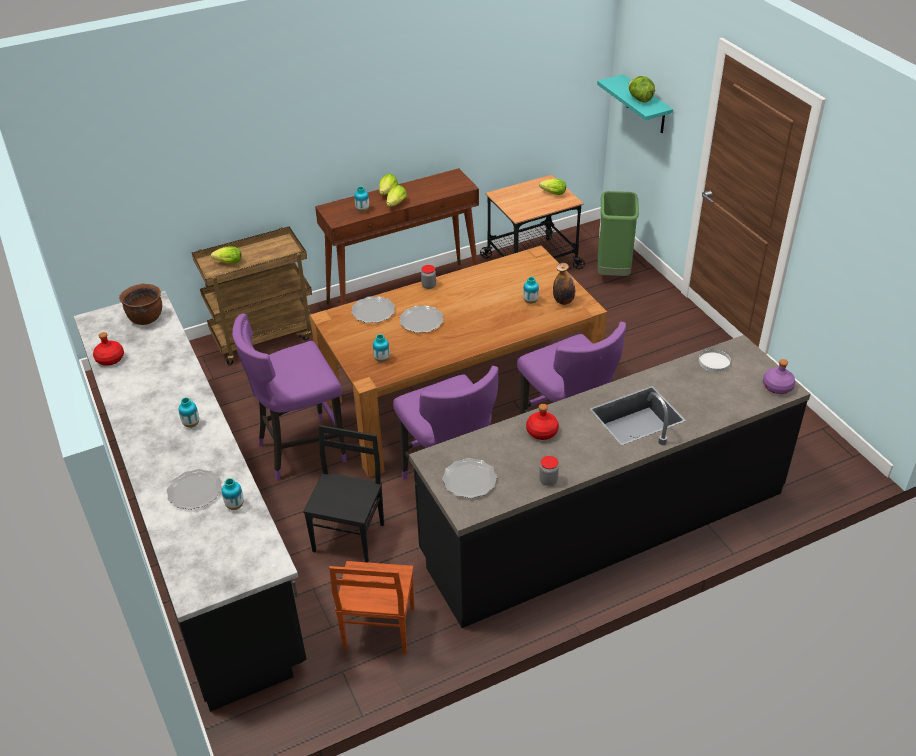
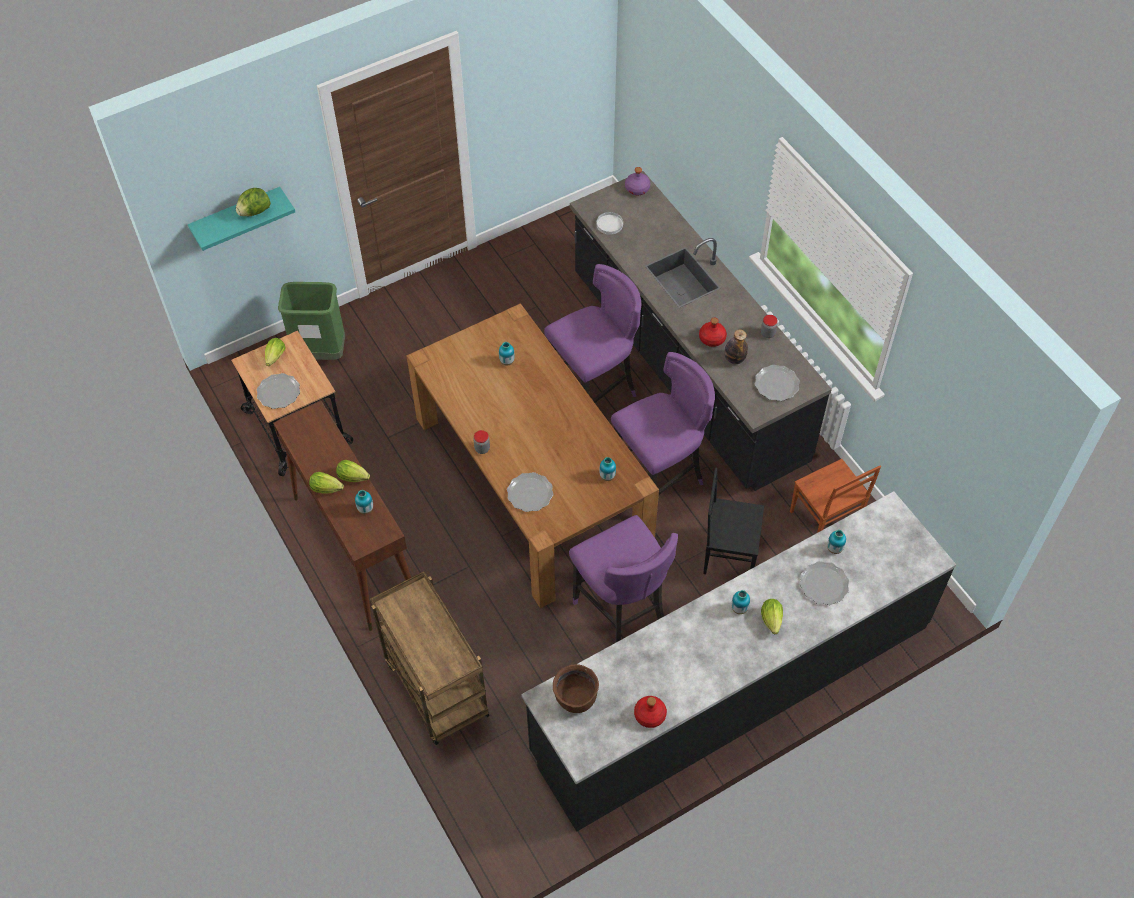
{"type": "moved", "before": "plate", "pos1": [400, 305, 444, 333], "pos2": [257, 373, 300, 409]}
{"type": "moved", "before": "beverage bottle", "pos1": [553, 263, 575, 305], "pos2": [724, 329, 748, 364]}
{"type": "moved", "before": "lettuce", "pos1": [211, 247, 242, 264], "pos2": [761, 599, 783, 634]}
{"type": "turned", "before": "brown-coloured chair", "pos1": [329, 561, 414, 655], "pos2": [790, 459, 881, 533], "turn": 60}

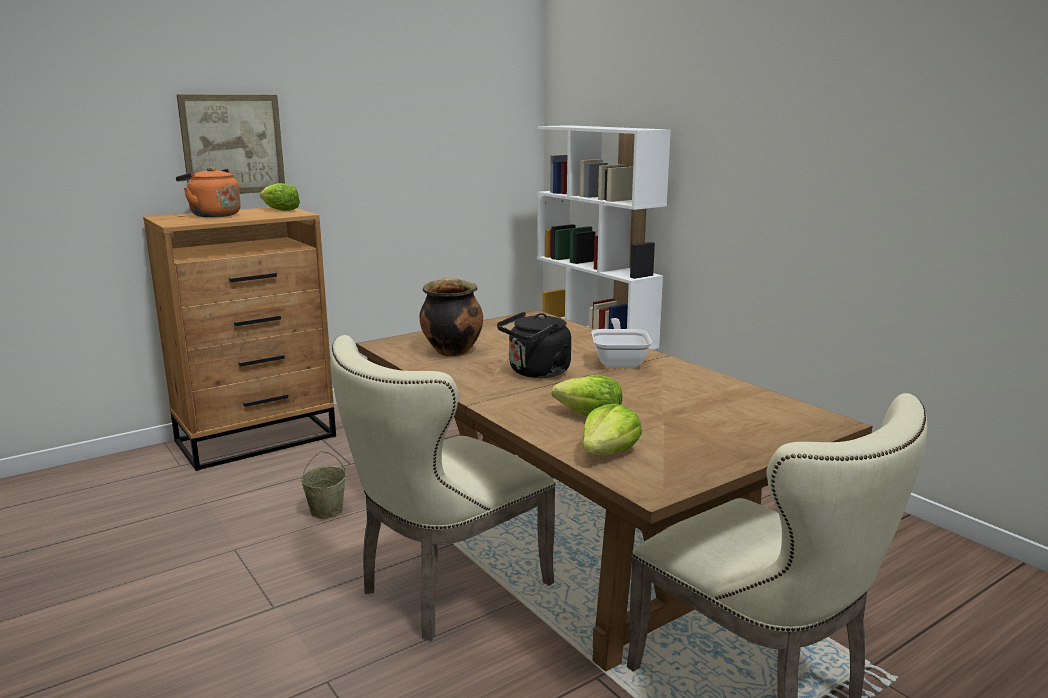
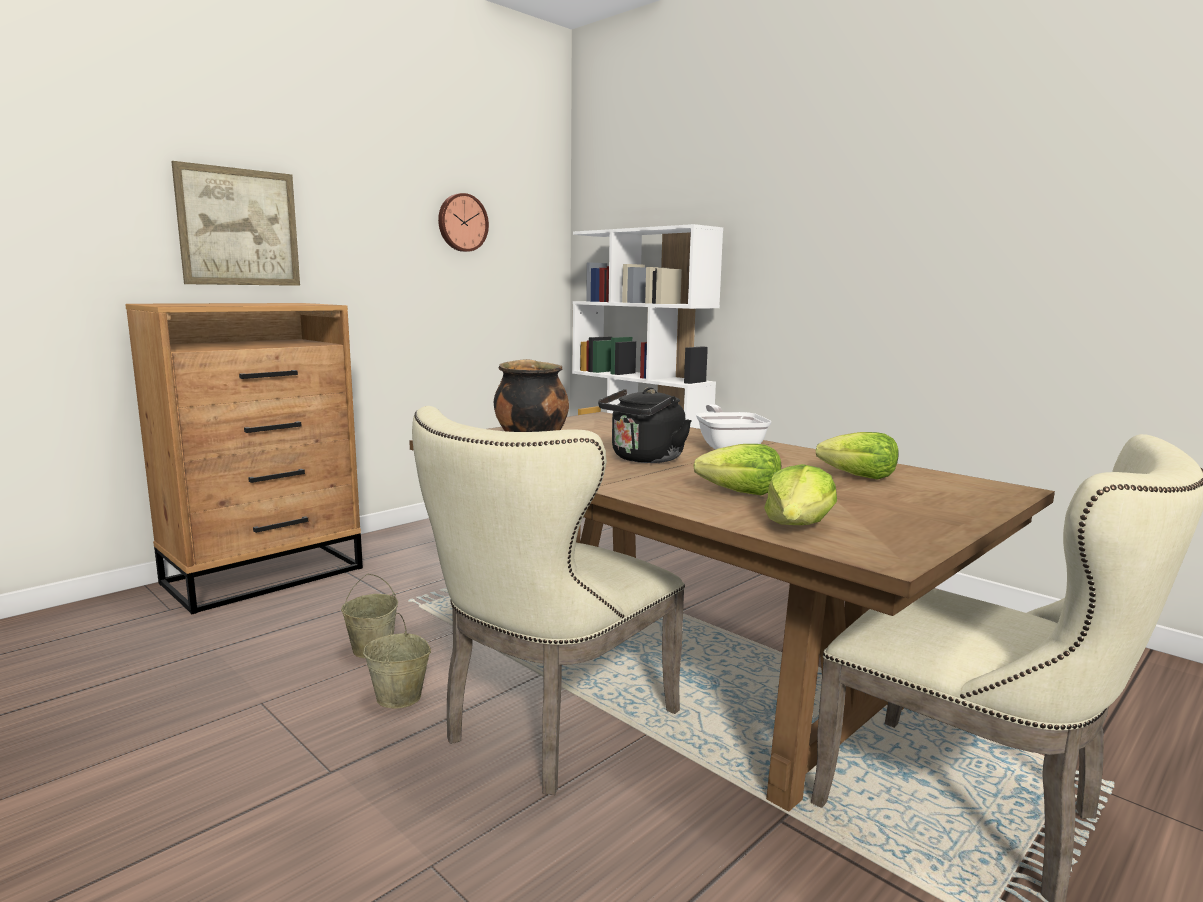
{"type": "added", "after": "beige bucket", "pos2": [363, 612, 431, 708]}
{"type": "added", "after": "hanging clock", "pos2": [438, 193, 489, 252]}
{"type": "moved", "before": "lettuce", "pos1": [260, 183, 300, 211], "pos2": [816, 432, 899, 479]}
{"type": "removed", "before": "orange kettle", "pos1": [176, 167, 241, 217]}

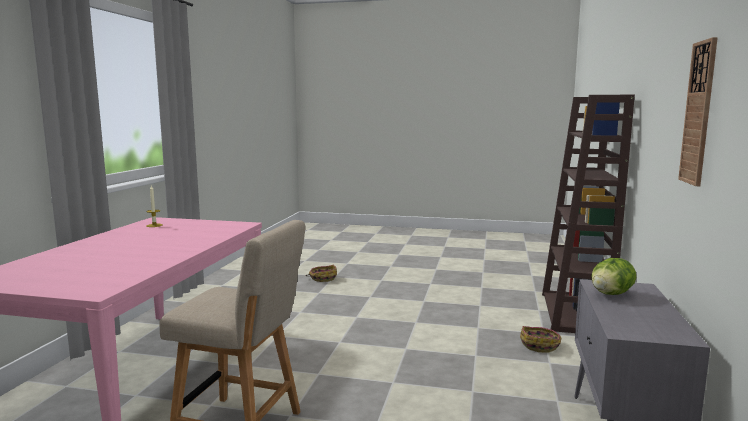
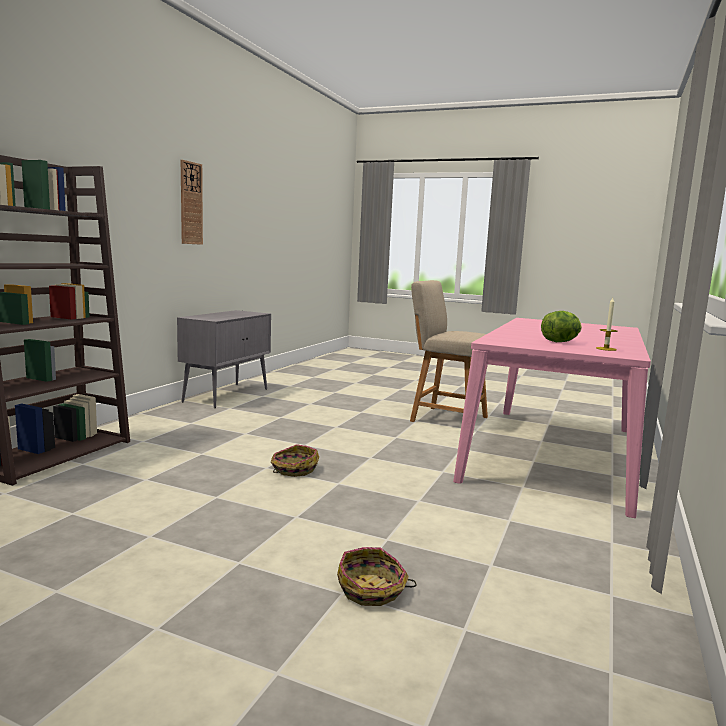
{"type": "moved", "before": "household basket", "pos1": [520, 326, 561, 353], "pos2": [271, 444, 319, 477]}
{"type": "moved", "before": "lettuce", "pos1": [591, 258, 637, 295], "pos2": [541, 311, 582, 342]}

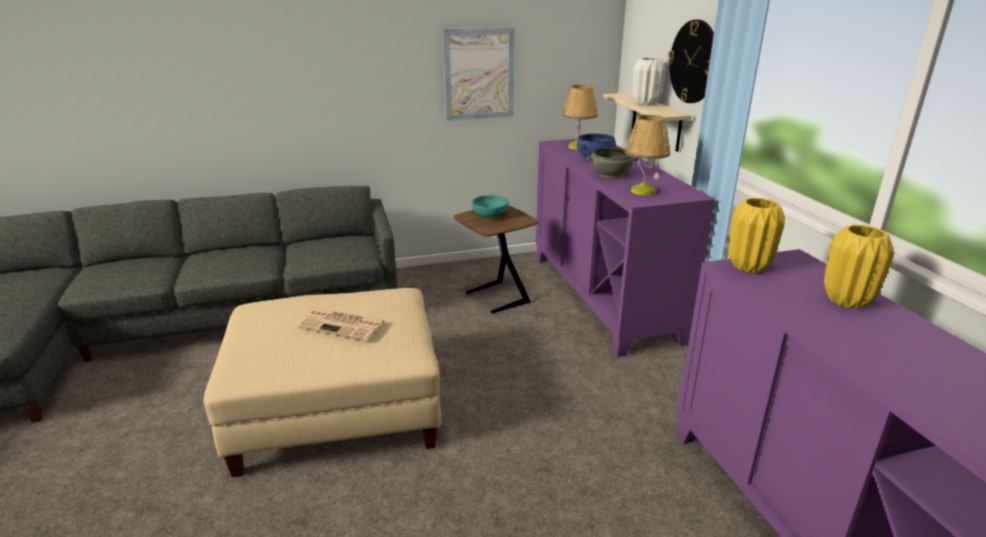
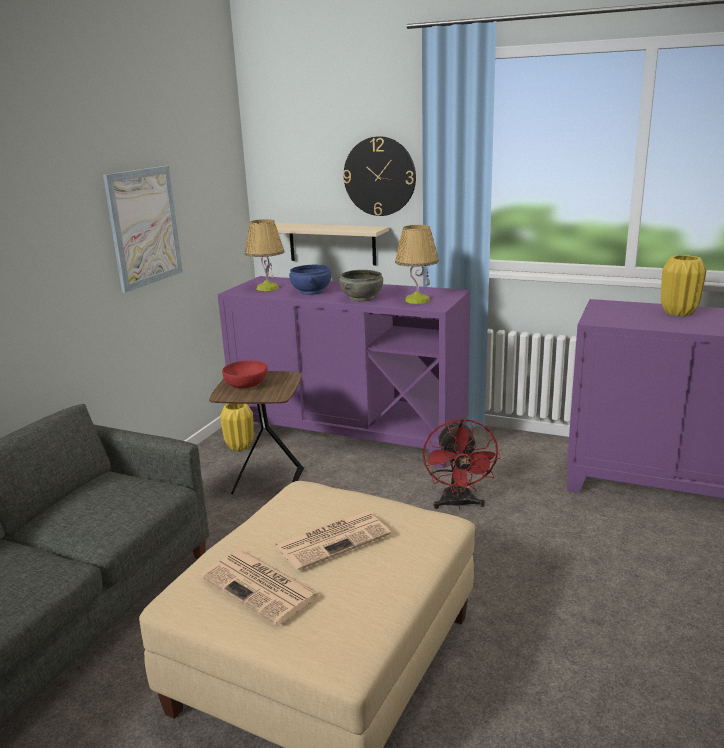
{"type": "added", "after": "daily paper", "pos2": [200, 550, 321, 625]}
{"type": "moved", "before": "yellowish decorative vase", "pos1": [728, 198, 785, 273], "pos2": [220, 403, 254, 451]}
{"type": "recoloured", "before": "blue-green bowl", "after": "red bowl", "pos1": [472, 195, 509, 218], "pos2": [222, 360, 268, 388]}
{"type": "added", "after": "red fan", "pos2": [423, 418, 501, 510]}
{"type": "removed", "before": "whitish decorative vase", "pos1": [633, 58, 665, 106]}

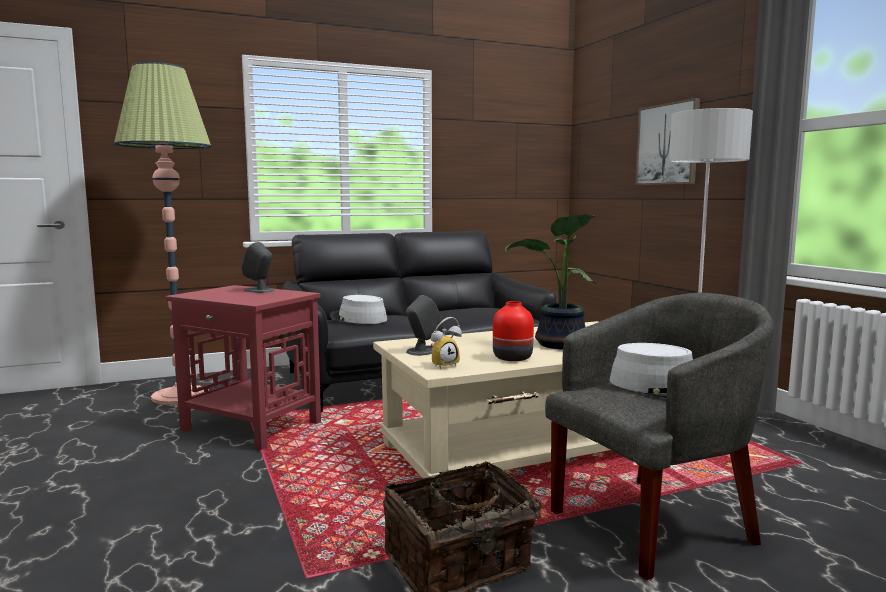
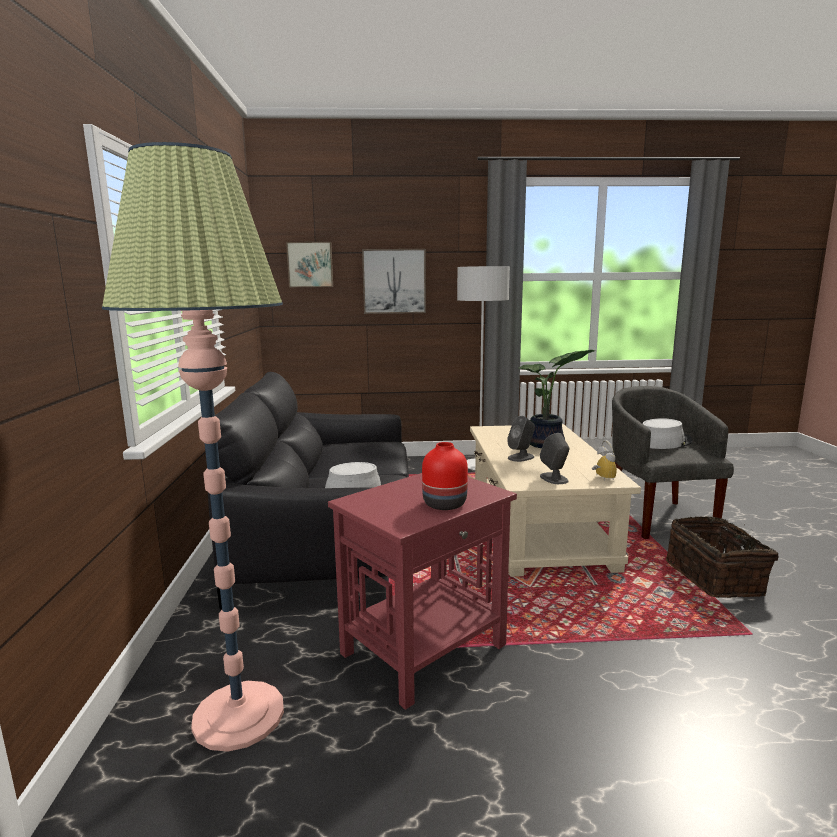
{"type": "added", "after": "wall art", "pos2": [286, 242, 333, 287]}
{"type": "moved", "before": "red decorative vase", "pos1": [493, 301, 534, 361], "pos2": [422, 442, 468, 510]}
{"type": "moved", "before": "greyish audio speaker", "pos1": [241, 242, 274, 293], "pos2": [507, 416, 535, 462]}

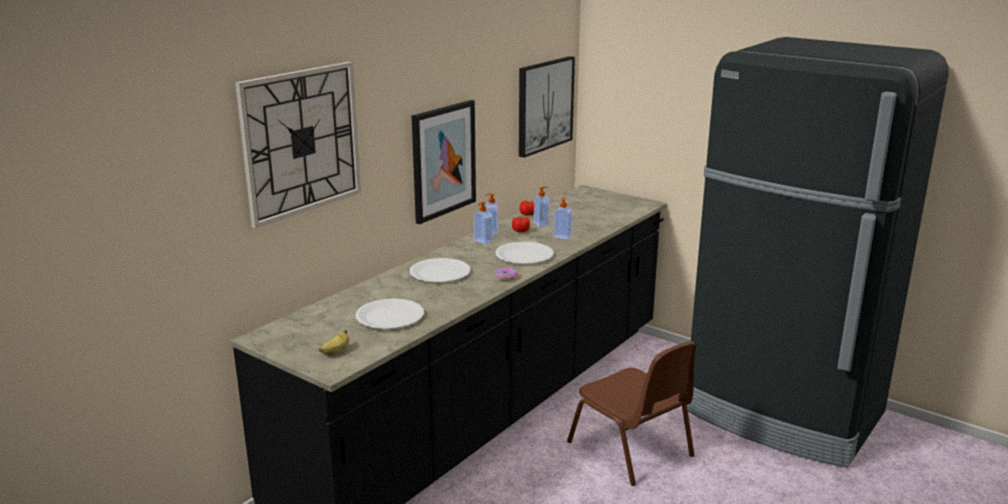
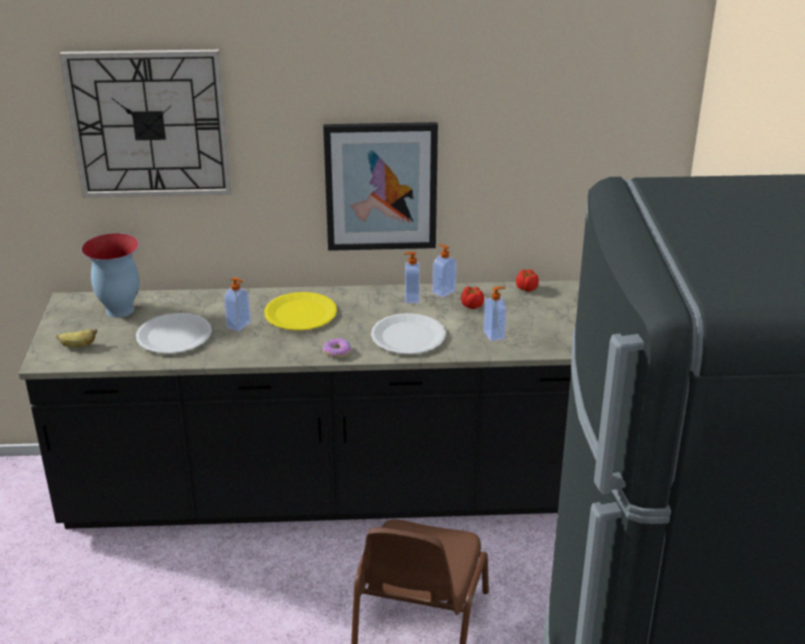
{"type": "added", "after": "decorative vase", "pos2": [81, 233, 139, 318]}
{"type": "moved", "before": "soap dispenser", "pos1": [534, 187, 549, 227], "pos2": [224, 277, 251, 332]}
{"type": "recoloured", "before": "whitish plate", "after": "yellowish plate", "pos1": [410, 258, 471, 283], "pos2": [264, 292, 337, 331]}
{"type": "removed", "before": "wall art", "pos1": [519, 56, 575, 158]}

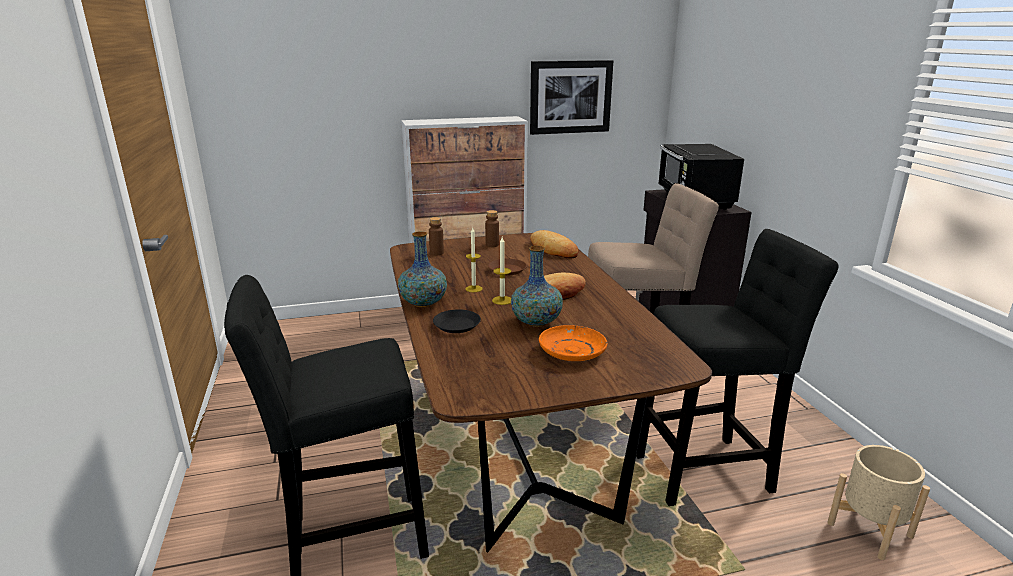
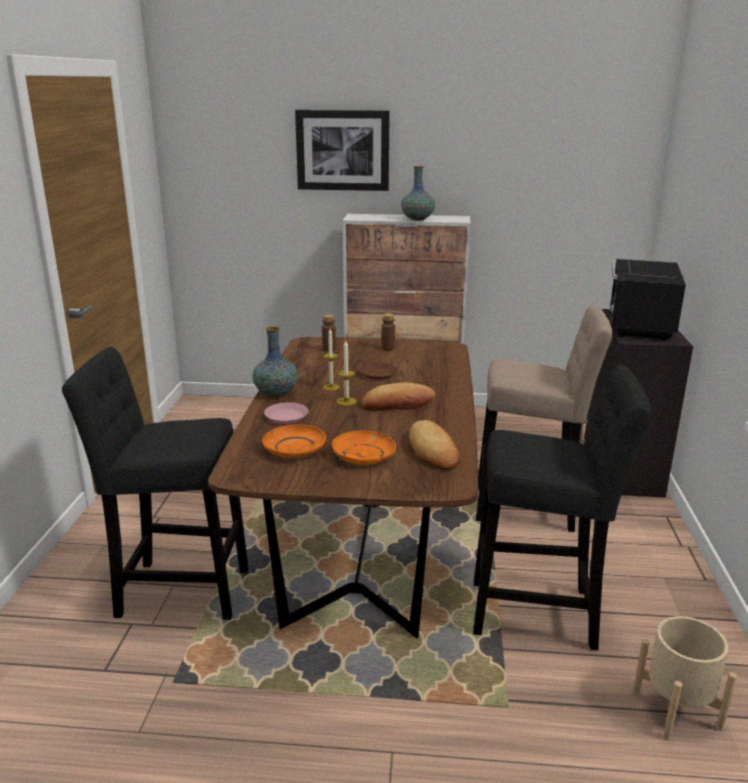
{"type": "added", "after": "orange plate", "pos2": [262, 425, 326, 458]}
{"type": "recoloured", "before": "blackish plate", "after": "pink-coloured plate", "pos1": [433, 309, 481, 333], "pos2": [264, 402, 309, 424]}
{"type": "moved", "before": "wall art", "pos1": [530, 60, 613, 135], "pos2": [295, 110, 390, 191]}
{"type": "moved", "before": "decorative vase", "pos1": [511, 246, 563, 327], "pos2": [401, 166, 435, 221]}
{"type": "moved", "before": "baked bread", "pos1": [530, 230, 579, 258], "pos2": [409, 420, 460, 470]}

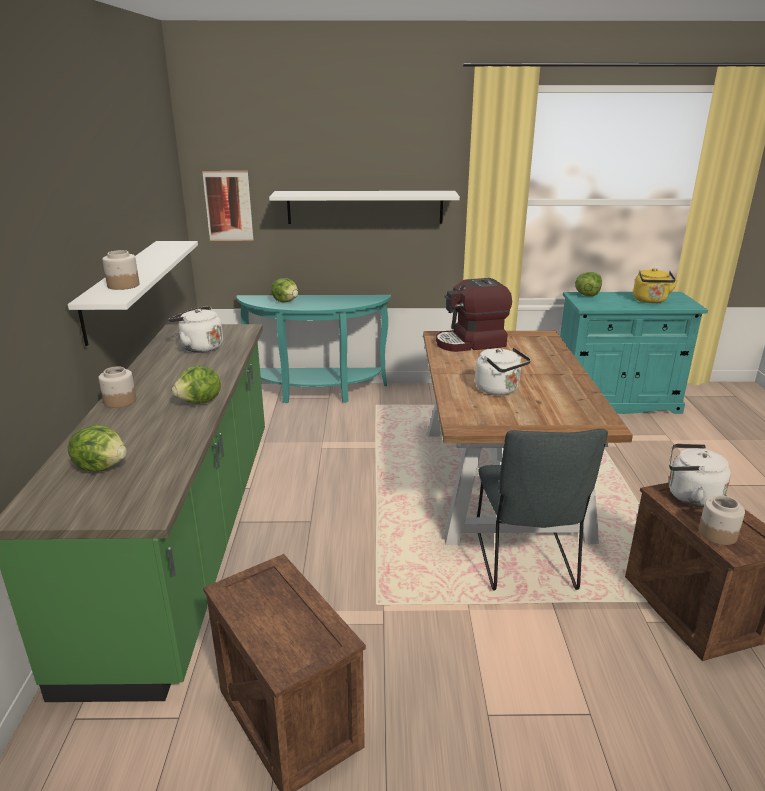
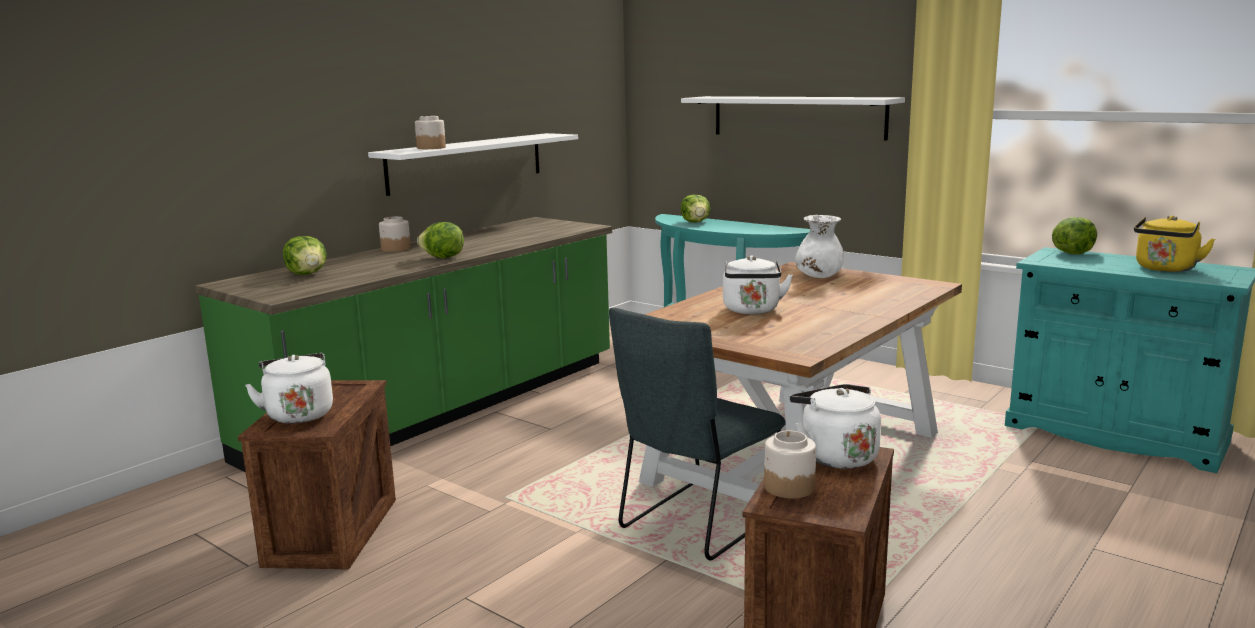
{"type": "moved", "before": "whitish kettle", "pos1": [169, 306, 223, 353], "pos2": [245, 353, 333, 424]}
{"type": "replaced", "before": "coffee maker", "after": "whitish decorative vase", "pos1": [436, 278, 512, 352], "pos2": [795, 215, 844, 278]}
{"type": "removed", "before": "wall art", "pos1": [202, 171, 254, 241]}

